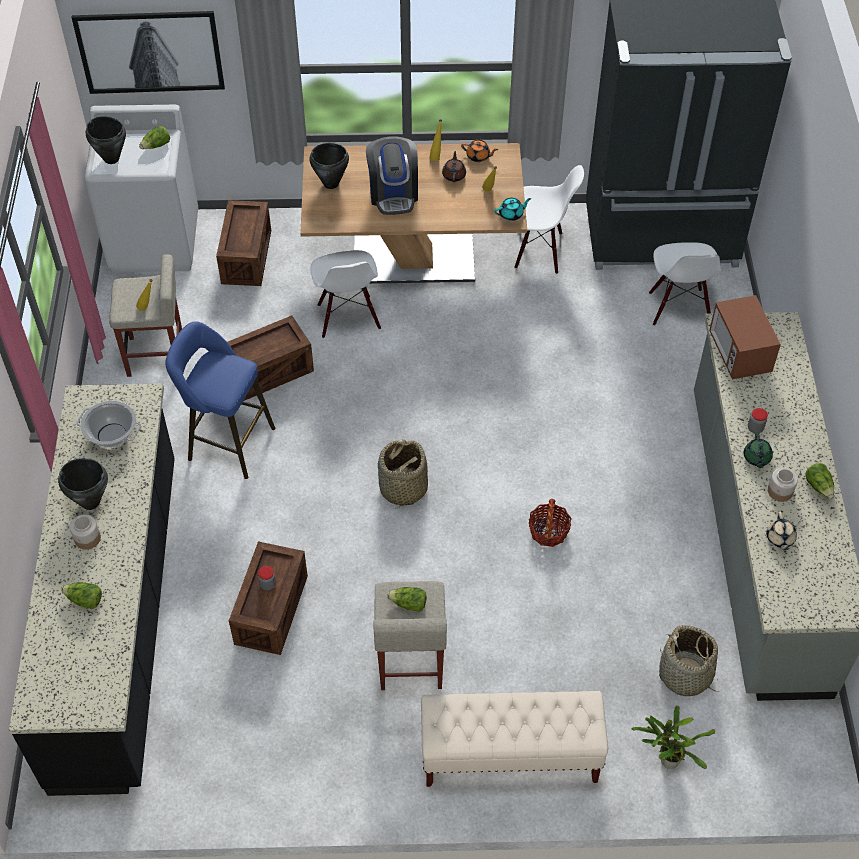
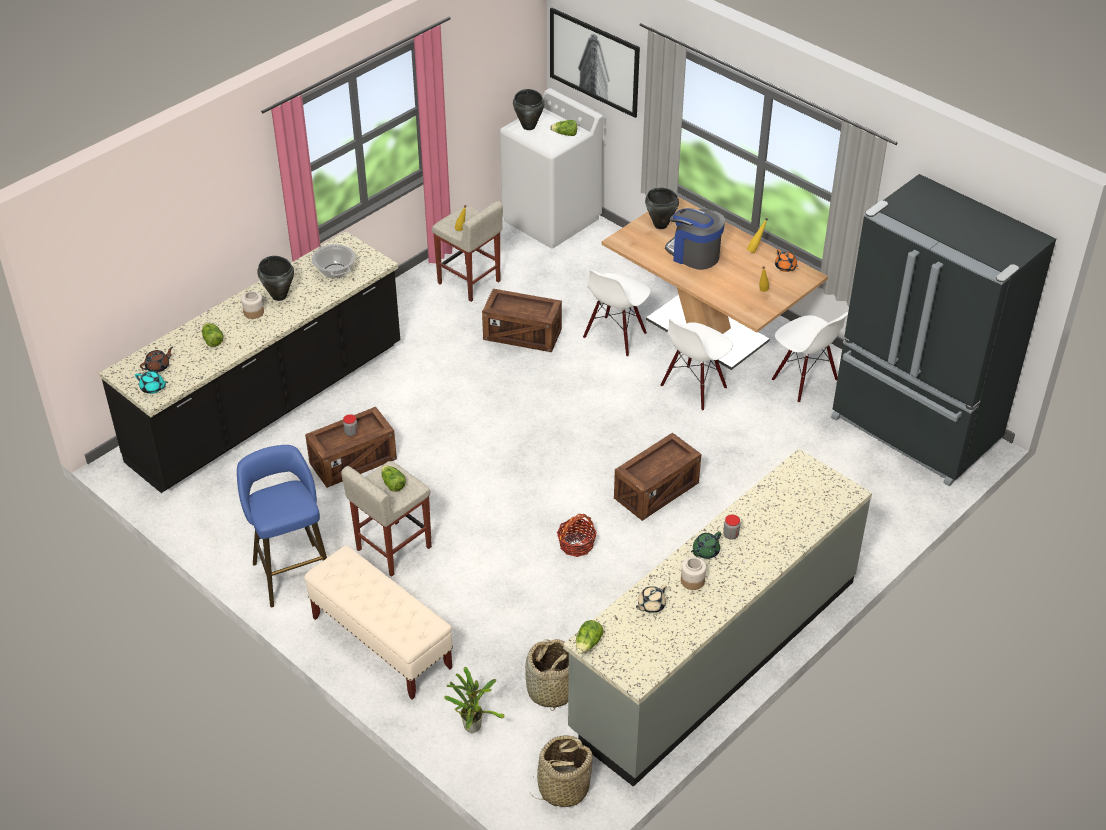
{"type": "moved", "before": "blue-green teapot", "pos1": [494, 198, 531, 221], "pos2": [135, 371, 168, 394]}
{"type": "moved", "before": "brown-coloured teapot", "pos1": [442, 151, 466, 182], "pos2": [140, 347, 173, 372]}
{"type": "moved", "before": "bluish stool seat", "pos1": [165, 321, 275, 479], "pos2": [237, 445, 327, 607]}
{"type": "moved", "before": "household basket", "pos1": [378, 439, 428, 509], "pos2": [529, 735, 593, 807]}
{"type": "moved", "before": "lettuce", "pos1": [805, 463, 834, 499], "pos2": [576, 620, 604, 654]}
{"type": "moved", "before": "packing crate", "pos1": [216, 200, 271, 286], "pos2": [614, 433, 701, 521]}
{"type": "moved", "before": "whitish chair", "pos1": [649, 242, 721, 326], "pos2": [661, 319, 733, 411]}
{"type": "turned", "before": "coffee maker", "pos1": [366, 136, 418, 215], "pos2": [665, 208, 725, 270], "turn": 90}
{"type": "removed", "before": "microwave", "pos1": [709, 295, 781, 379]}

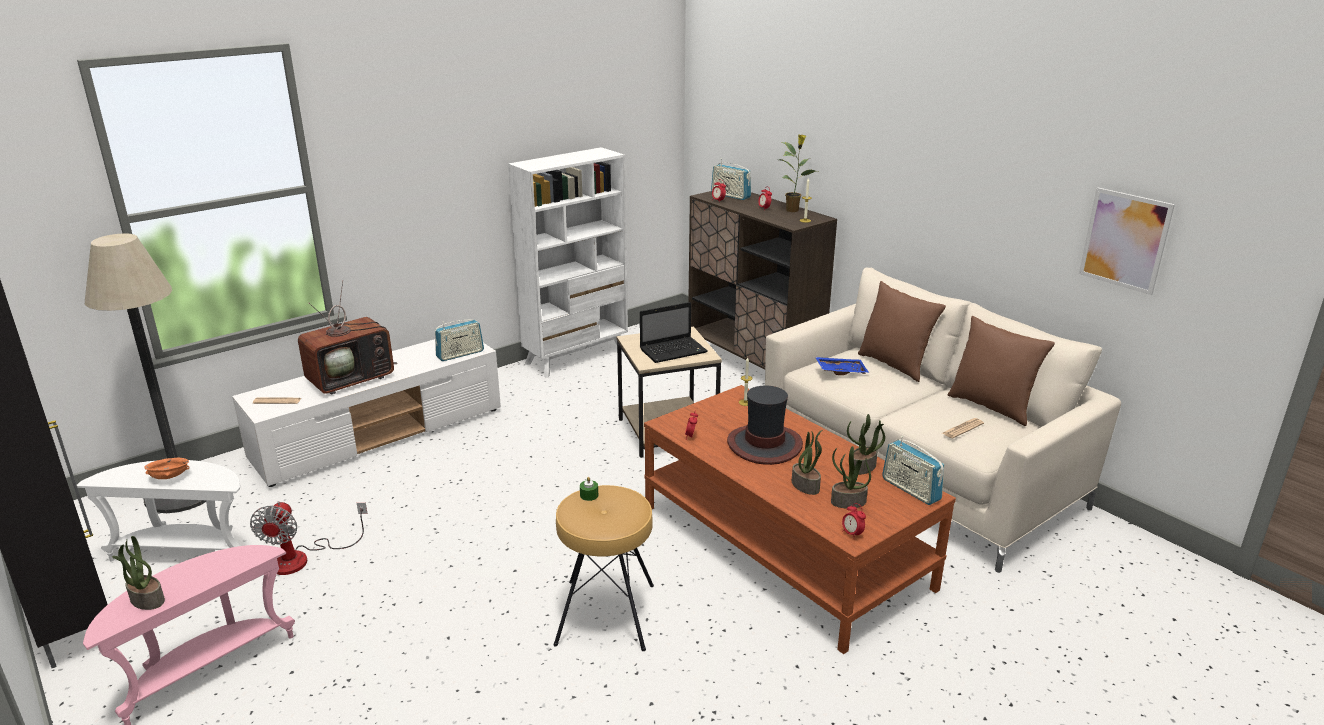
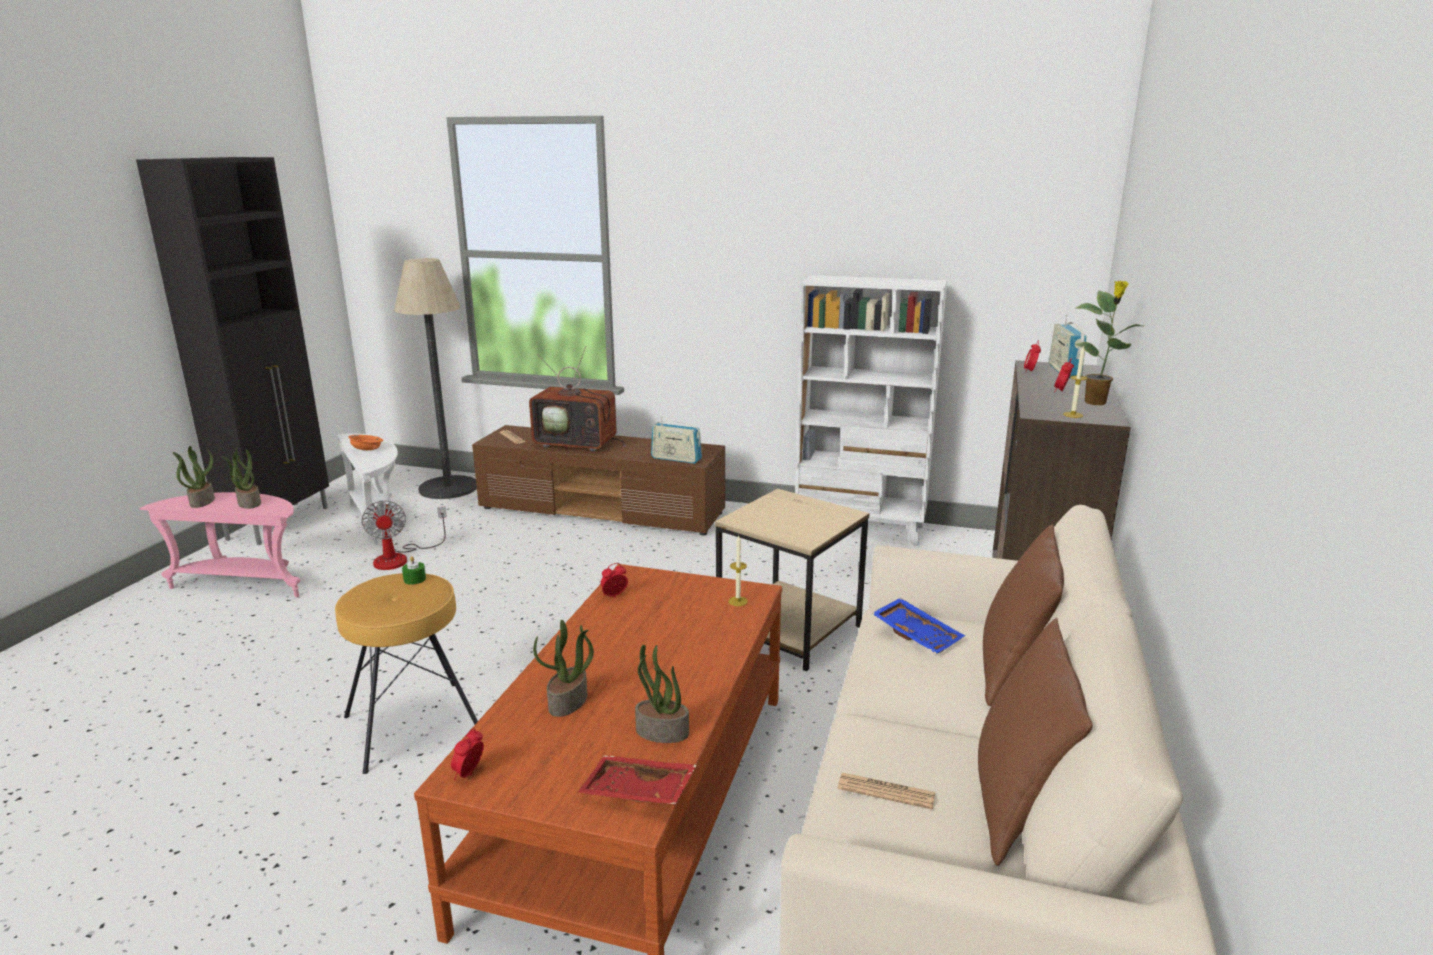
{"type": "moved", "before": "houseplant", "pos1": [831, 446, 871, 508], "pos2": [221, 448, 261, 509]}
{"type": "turned", "before": "fan", "pos1": [250, 501, 367, 575], "pos2": [361, 500, 447, 570], "turn": -75}
{"type": "recoloured", "before": "whitish tv stand", "after": "brown-coloured tv stand", "pos1": [232, 339, 501, 487], "pos2": [472, 425, 725, 535]}
{"type": "replaced", "before": "radio set", "after": "red carrying tray", "pos1": [882, 436, 944, 505], "pos2": [578, 755, 697, 805]}
{"type": "removed", "before": "portable computer", "pos1": [640, 302, 708, 363]}
{"type": "removed", "before": "wearable hat", "pos1": [727, 385, 803, 465]}
{"type": "removed", "before": "wall art", "pos1": [1079, 188, 1175, 295]}

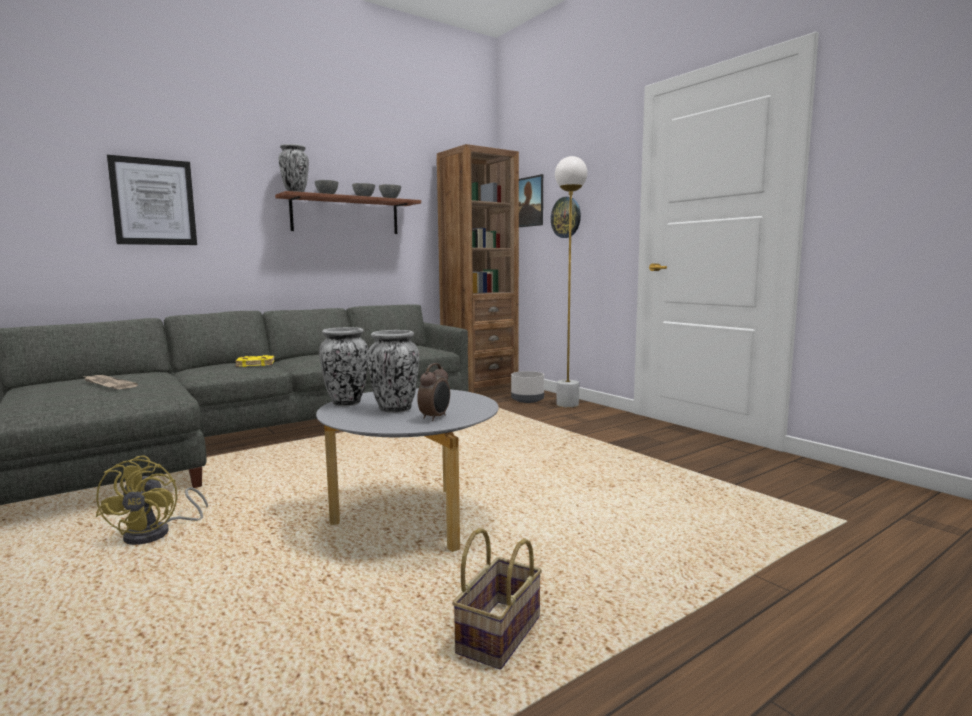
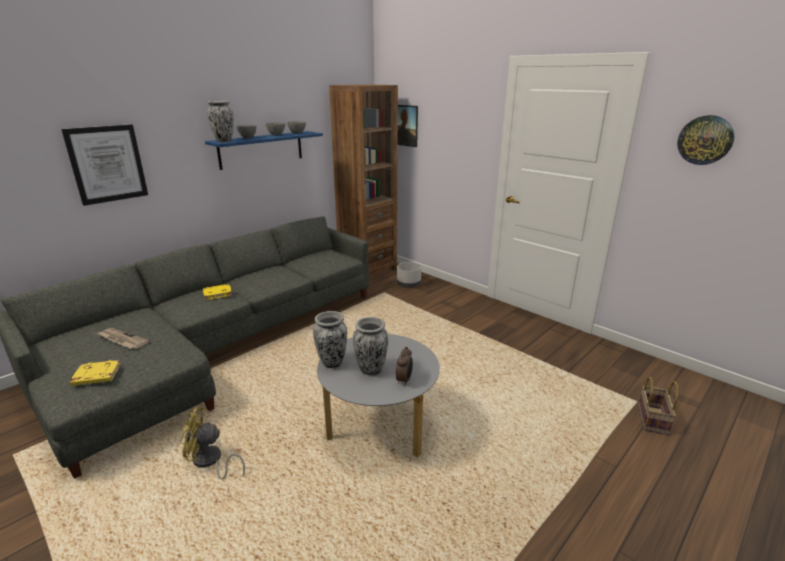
{"type": "added", "after": "yellowish bound book", "pos2": [70, 360, 121, 386]}
{"type": "turned", "before": "yellowish fan", "pos1": [95, 455, 208, 545], "pos2": [180, 408, 245, 479], "turn": 105}
{"type": "recoloured", "before": "brown-coloured wall shelf", "after": "bluish wall shelf", "pos1": [275, 191, 421, 234], "pos2": [205, 131, 323, 170]}
{"type": "moved", "before": "household basket", "pos1": [452, 528, 542, 669], "pos2": [638, 377, 678, 435]}
{"type": "moved", "before": "hanging clock", "pos1": [551, 197, 581, 238], "pos2": [677, 115, 734, 165]}
{"type": "removed", "before": "whitish standard lamp", "pos1": [555, 156, 588, 407]}

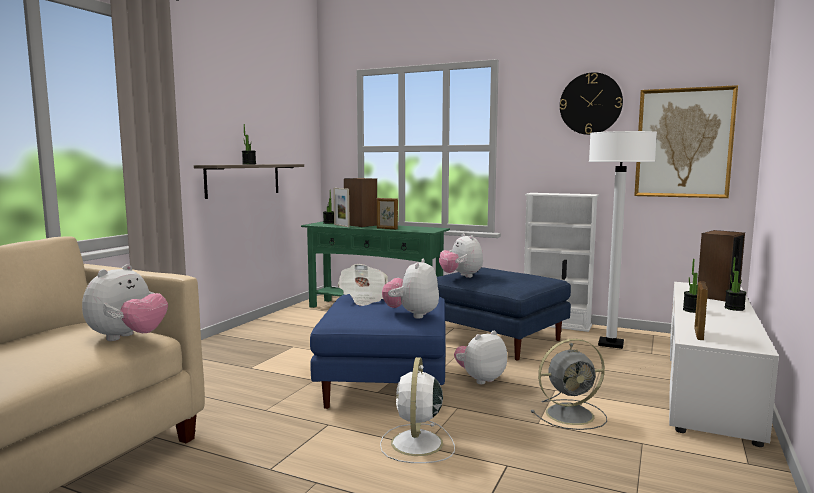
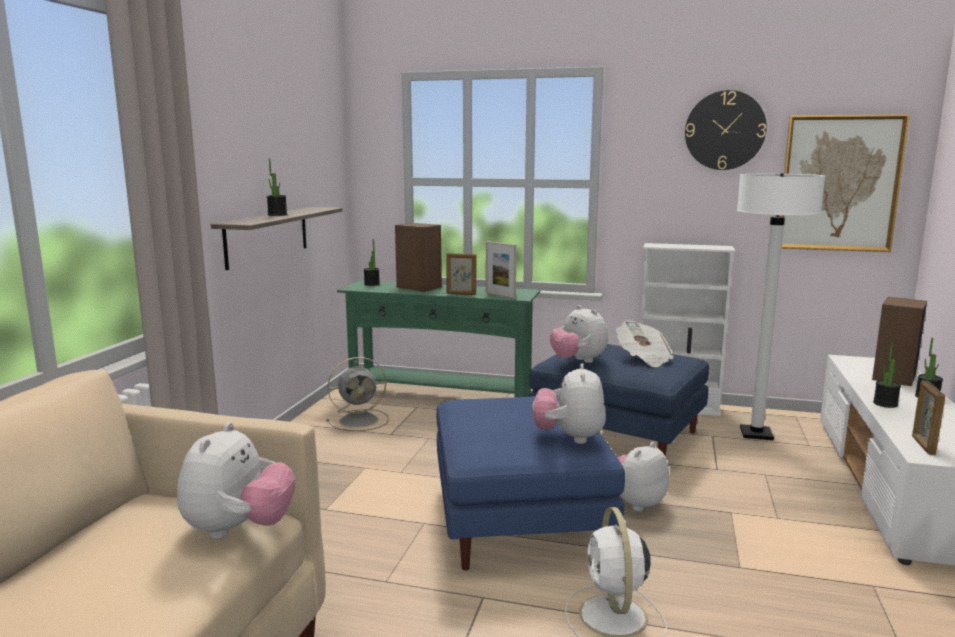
{"type": "moved", "before": "greyish fan", "pos1": [531, 338, 607, 430], "pos2": [326, 357, 389, 431]}
{"type": "moved", "before": "photo frame", "pos1": [333, 188, 350, 227], "pos2": [486, 241, 517, 299]}
{"type": "moved", "before": "daily paper", "pos1": [338, 264, 388, 306], "pos2": [616, 320, 674, 367]}

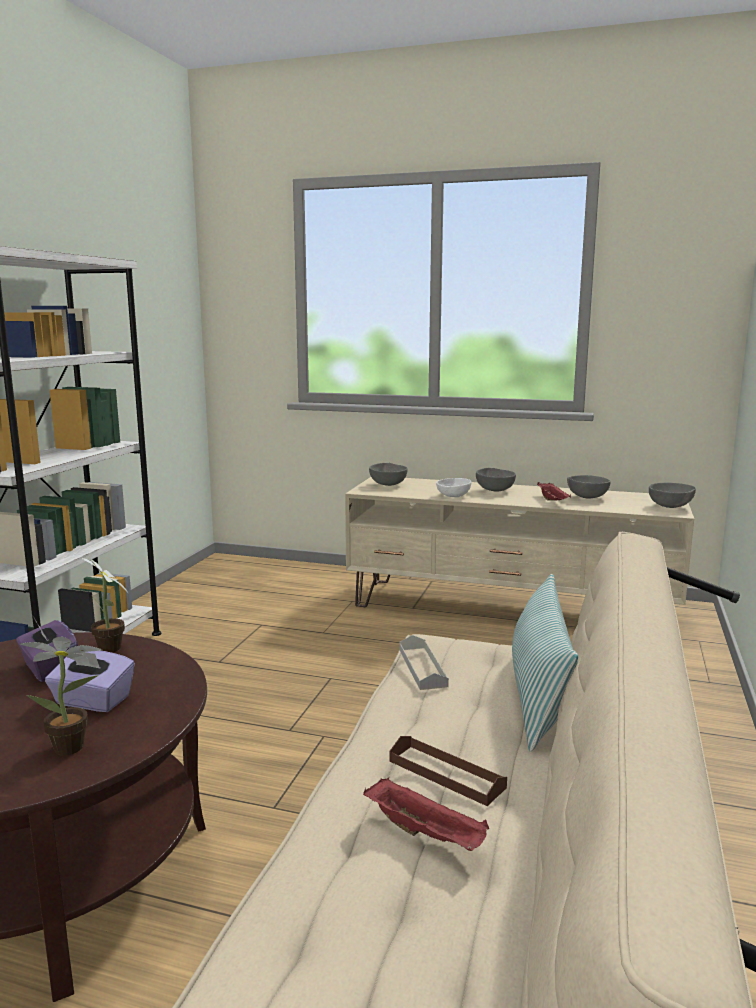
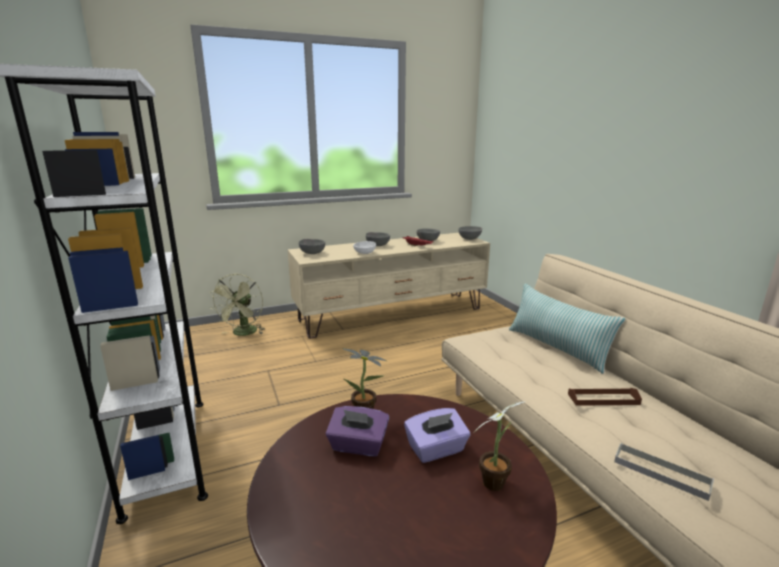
{"type": "added", "after": "green fan", "pos2": [209, 273, 265, 336]}
{"type": "moved", "before": "greyish carrying tray", "pos1": [399, 635, 449, 690], "pos2": [614, 443, 714, 501]}
{"type": "removed", "before": "red carrying tray", "pos1": [363, 778, 489, 851]}

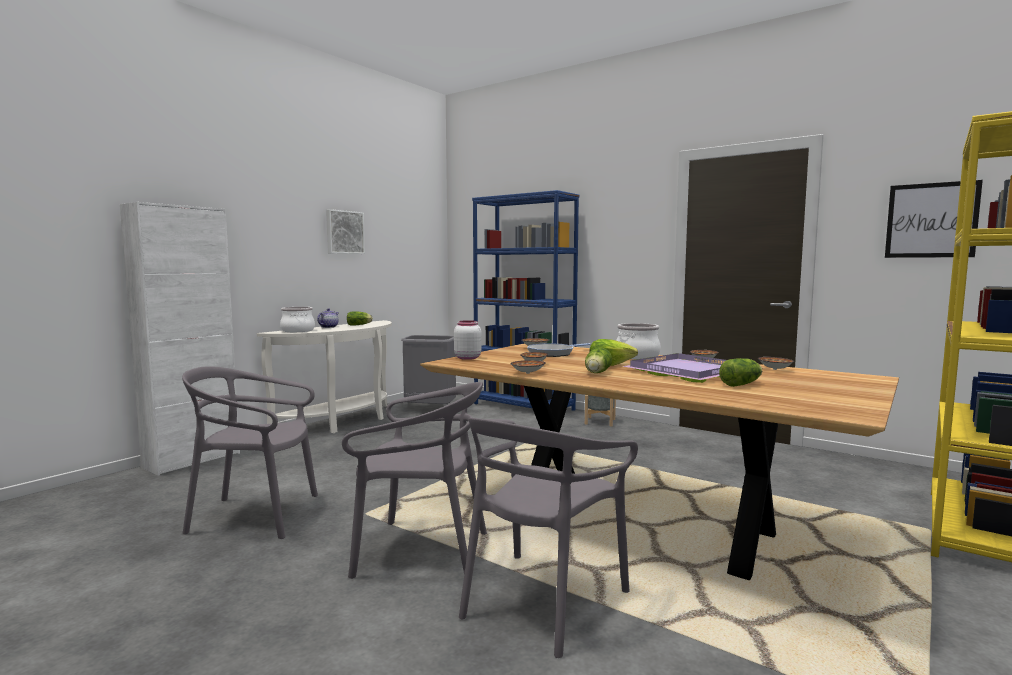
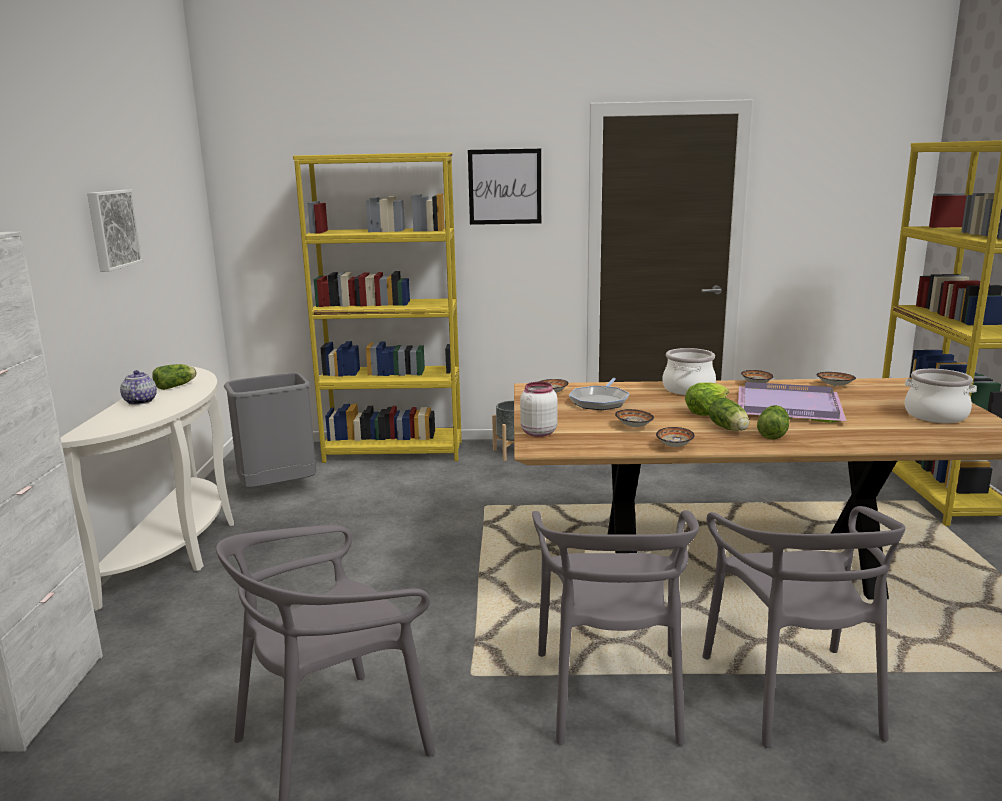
{"type": "recoloured", "before": "bluish shelving unit", "after": "yellowish shelving unit", "pos1": [472, 190, 579, 411], "pos2": [293, 152, 462, 463]}
{"type": "moved", "before": "wall art", "pos1": [885, 180, 983, 258], "pos2": [468, 149, 541, 225]}
{"type": "turned", "before": "greyish chair", "pos1": [342, 382, 487, 579], "pos2": [532, 510, 699, 746], "turn": 120}
{"type": "moved", "before": "lettuce", "pos1": [719, 358, 762, 387], "pos2": [757, 405, 789, 440]}
{"type": "moved", "before": "cooking pot", "pos1": [280, 307, 315, 332], "pos2": [904, 369, 977, 423]}

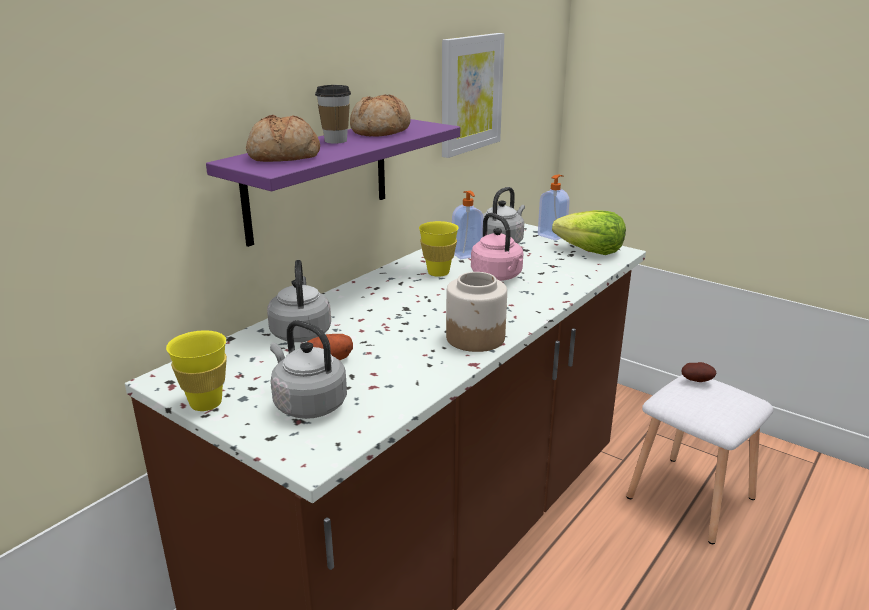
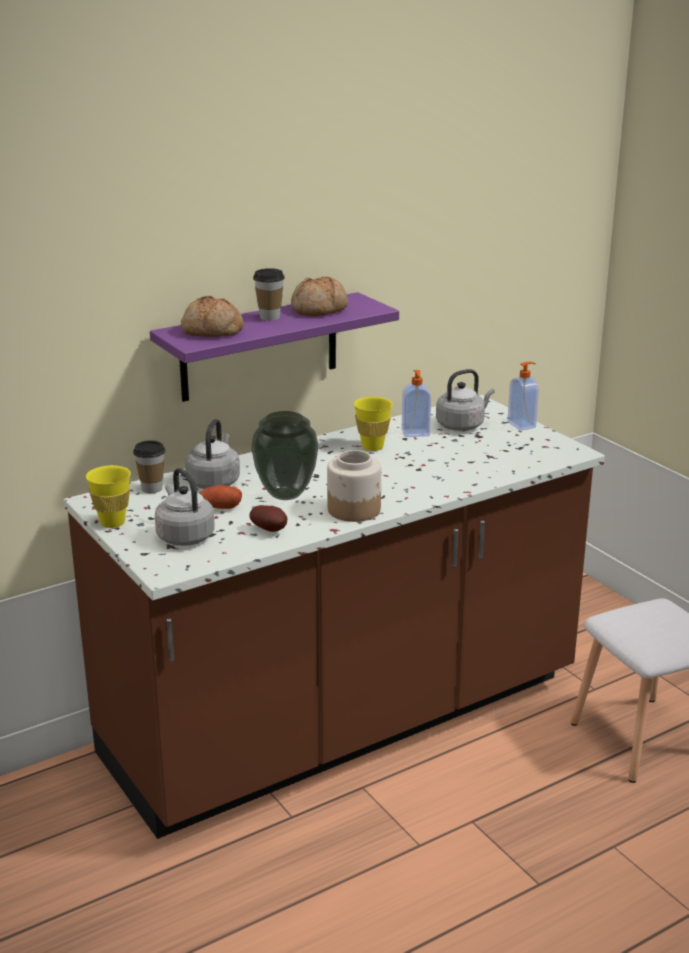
{"type": "added", "after": "small cup", "pos2": [133, 440, 166, 493]}
{"type": "moved", "before": "whole potato", "pos1": [681, 362, 717, 382], "pos2": [249, 505, 287, 532]}
{"type": "added", "after": "decorative vase", "pos2": [251, 411, 319, 500]}
{"type": "removed", "before": "wall art", "pos1": [442, 33, 505, 158]}
{"type": "removed", "before": "pink-coloured kettle", "pos1": [471, 213, 523, 281]}
{"type": "removed", "before": "lettuce", "pos1": [552, 210, 626, 255]}

